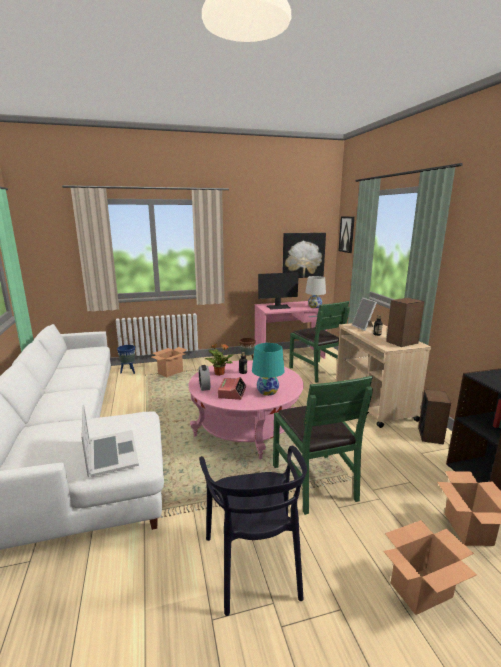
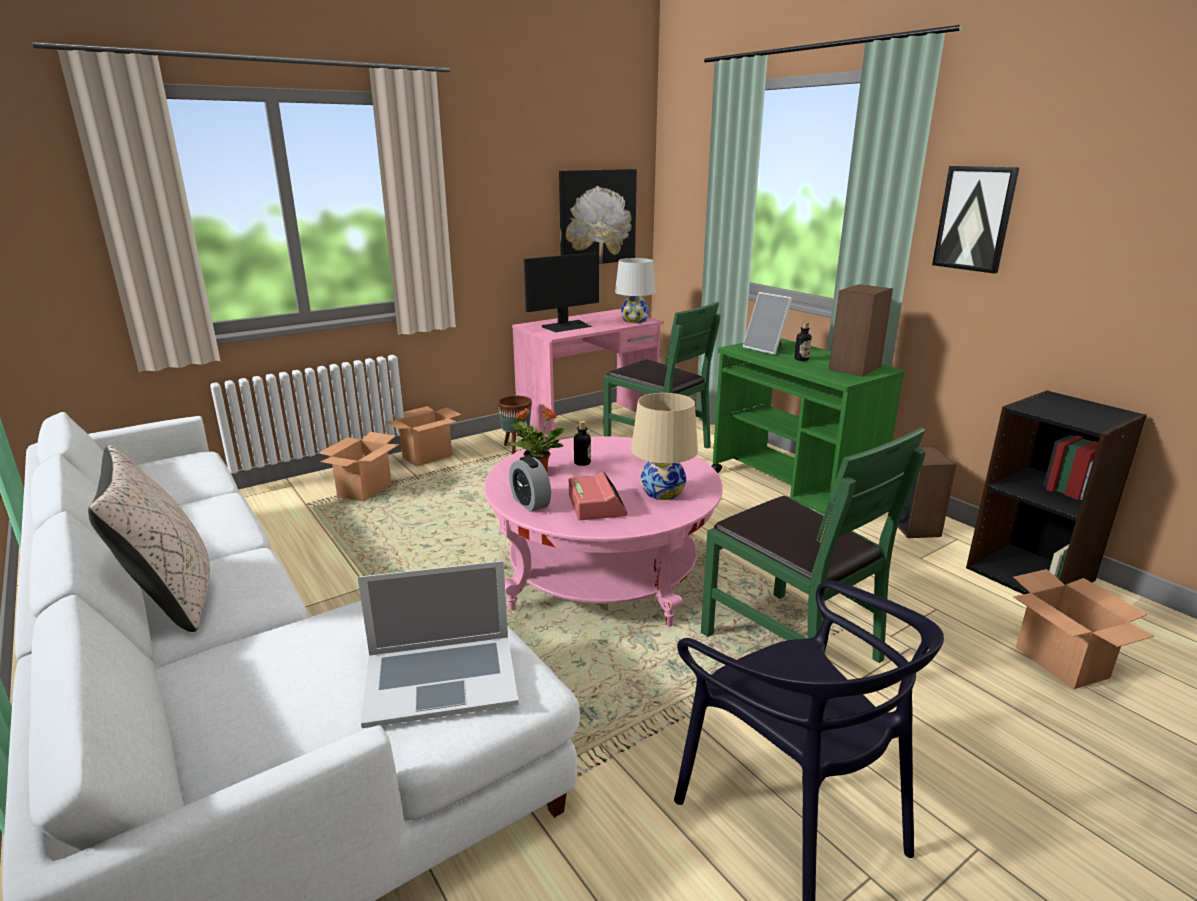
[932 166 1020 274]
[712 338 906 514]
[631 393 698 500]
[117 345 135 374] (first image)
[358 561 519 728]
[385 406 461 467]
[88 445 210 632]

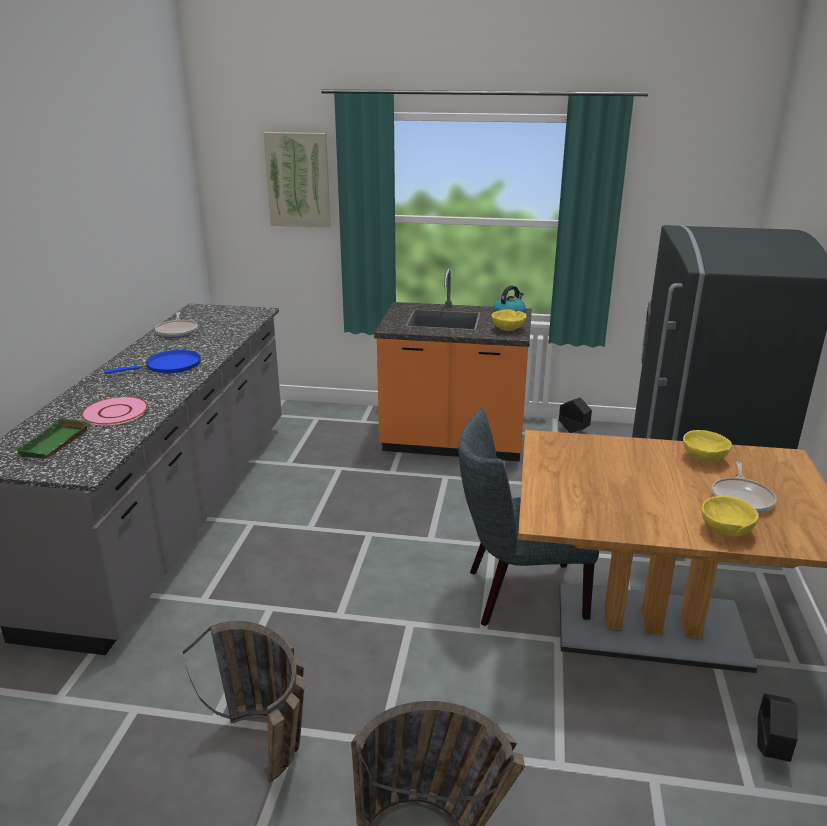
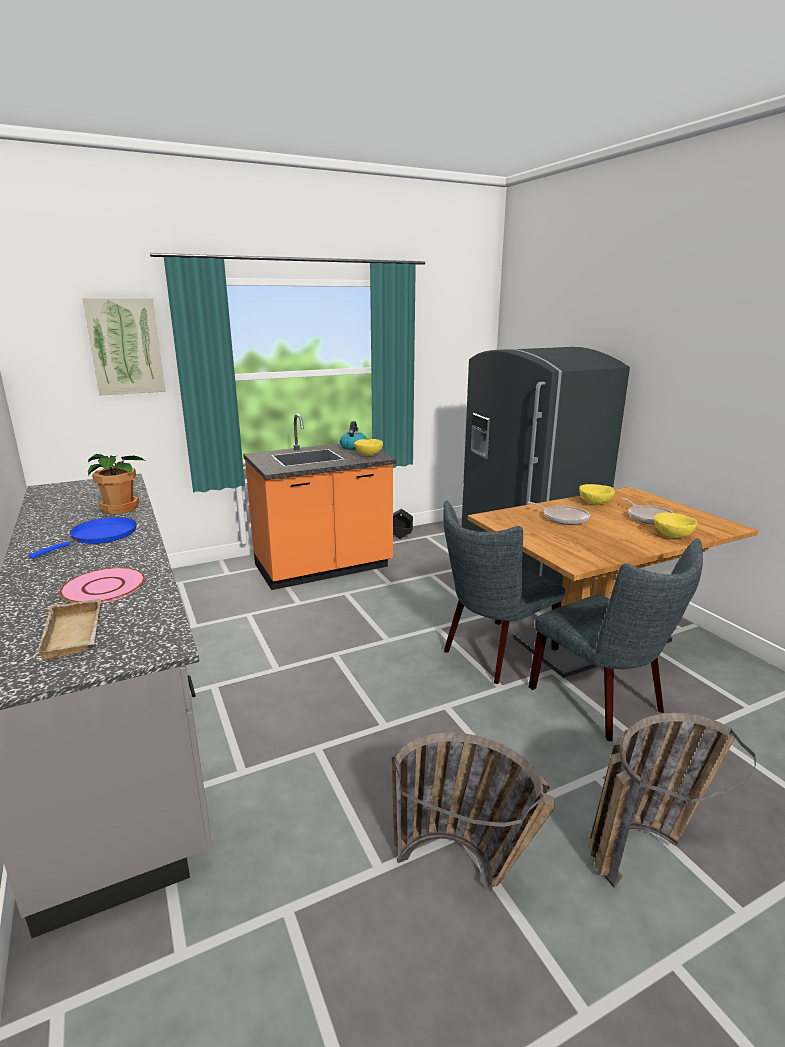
[527 502 590 525]
[36 599 101 661]
[757 693 798 762] (first image)
[88 454 147 514]
[529 538 703 741]

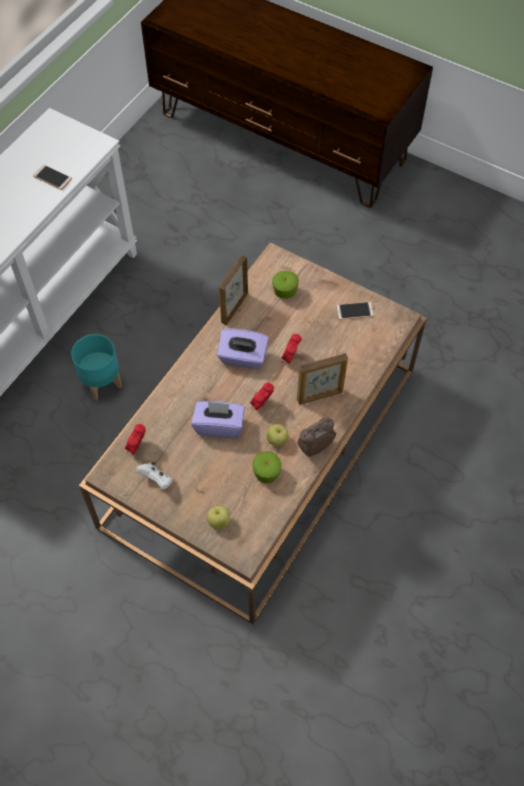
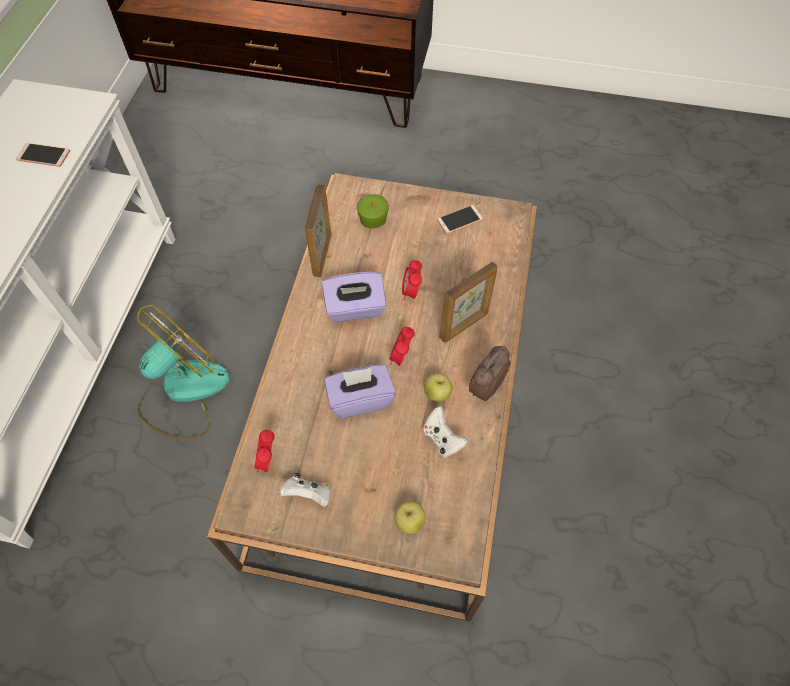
[136 304 230 438]
[423 406 468 458]

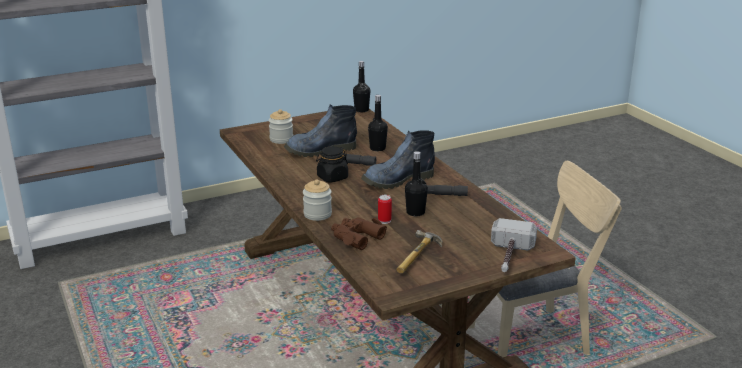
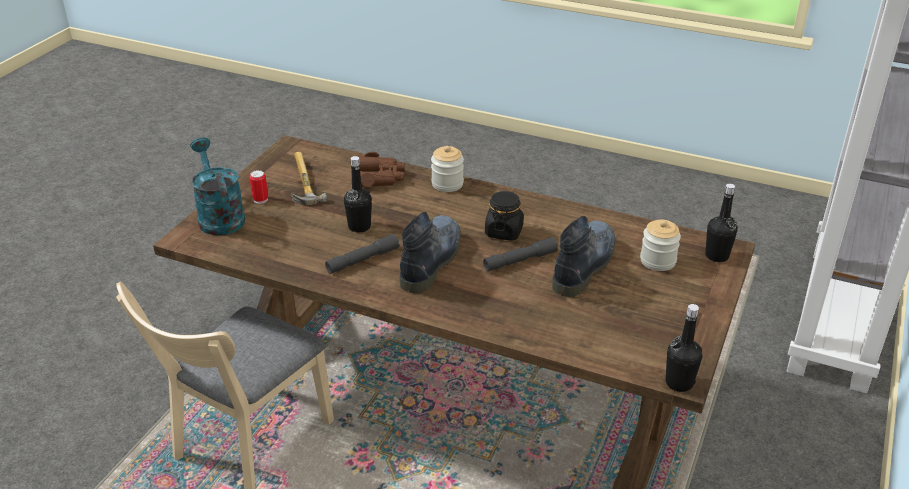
[705 184 738 262]
[250 170 268 204]
[190 137 245 235]

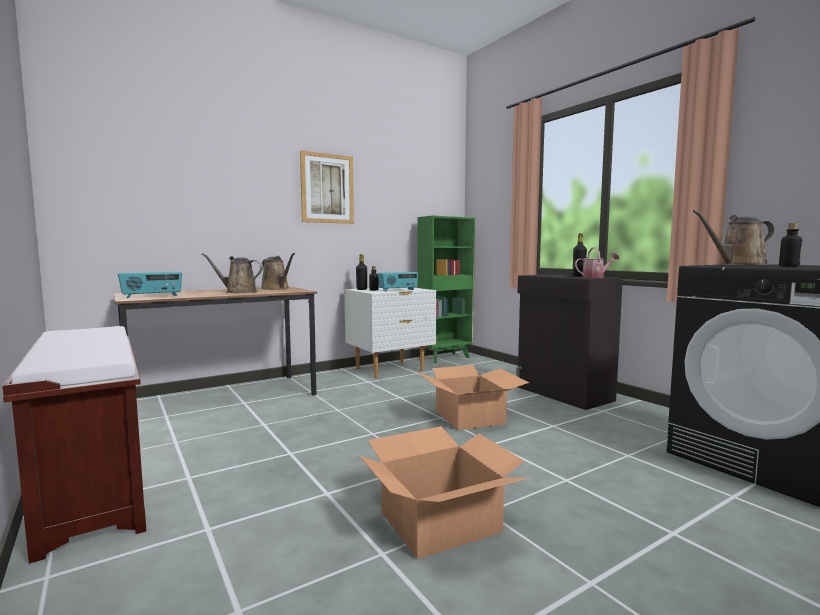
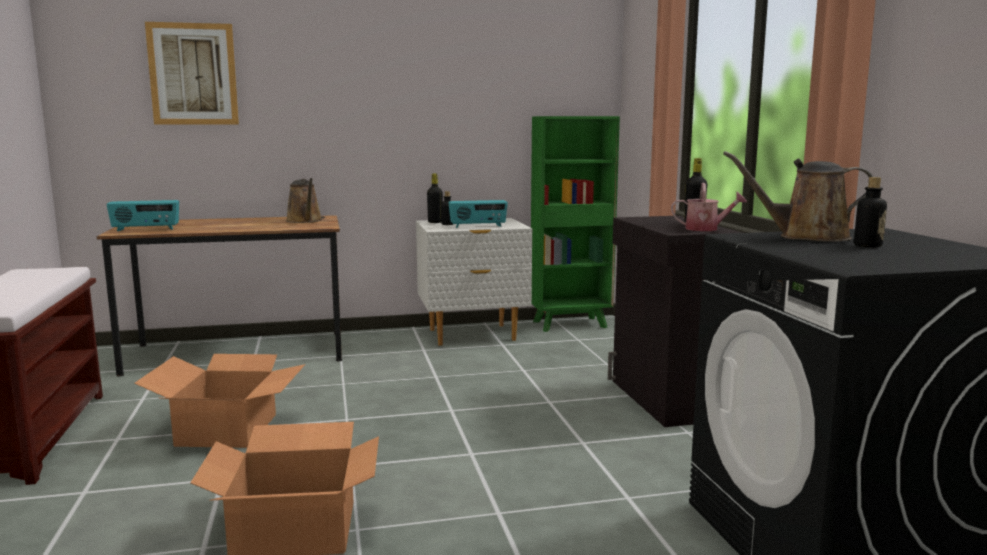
[145 22 239 124]
[202 253 263 293] (first image)
[134 354 305 448]

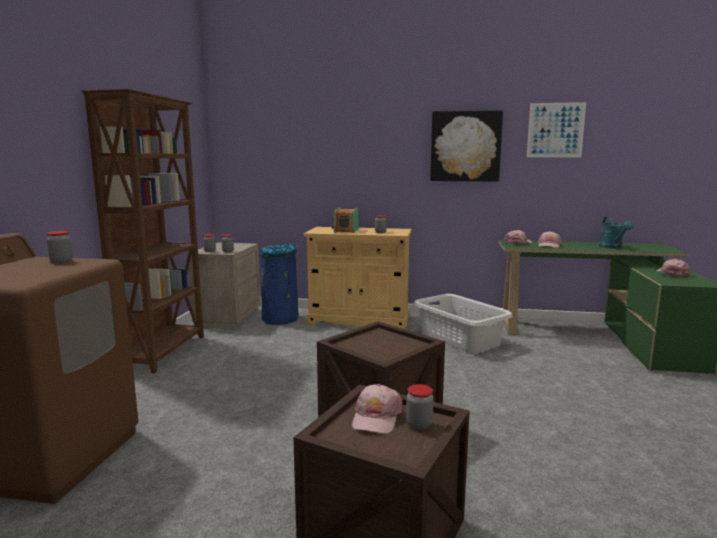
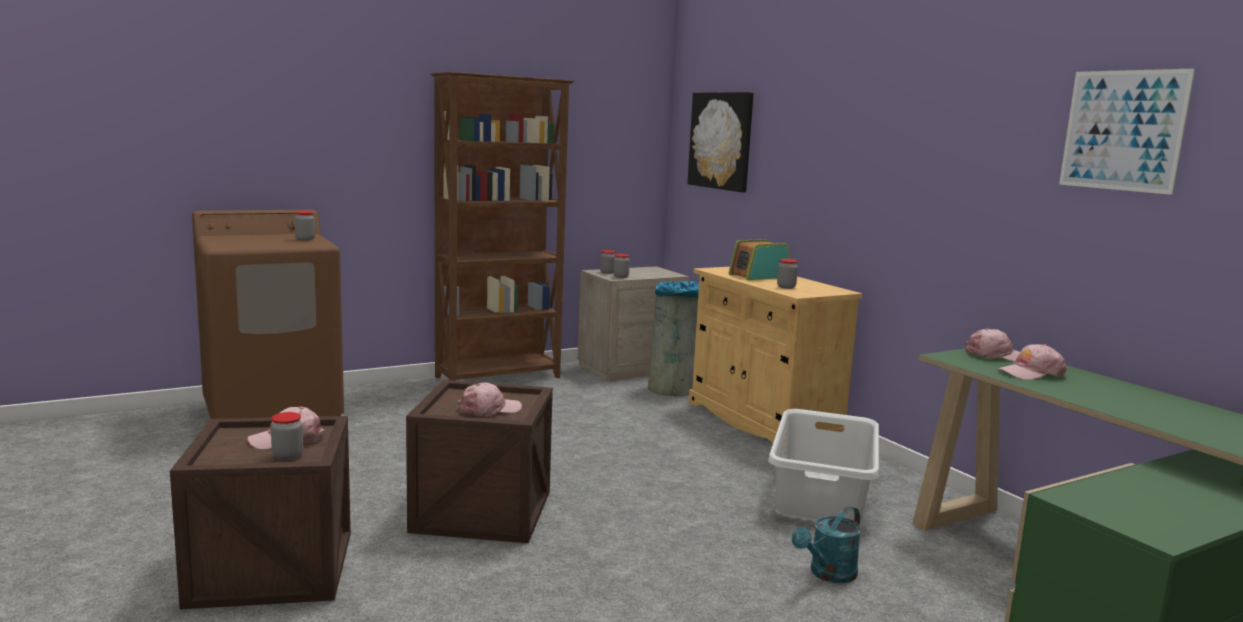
[687 92 754 192]
[792 506 861 583]
[648 281 699 396]
[457 382 522 416]

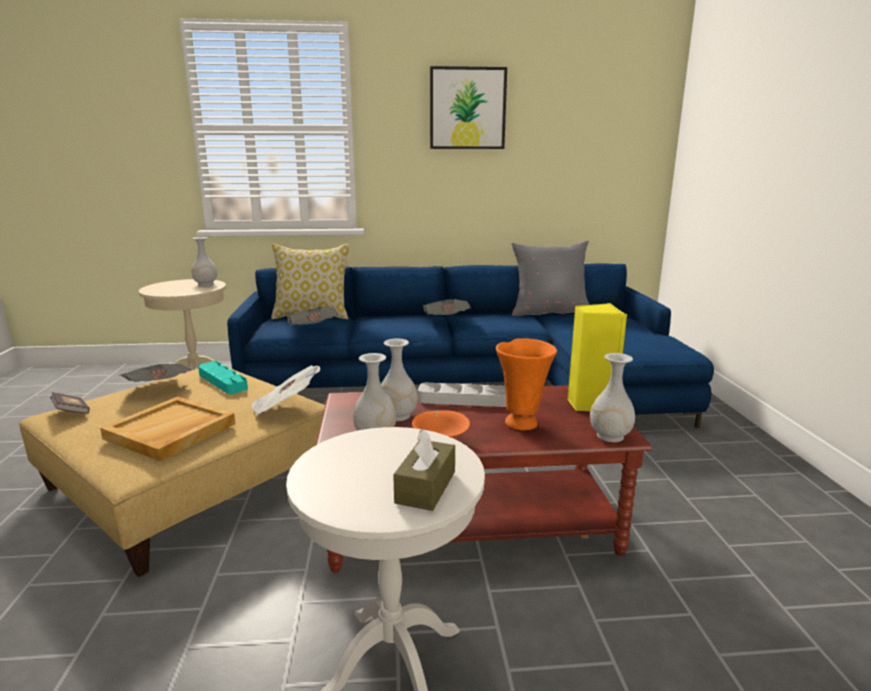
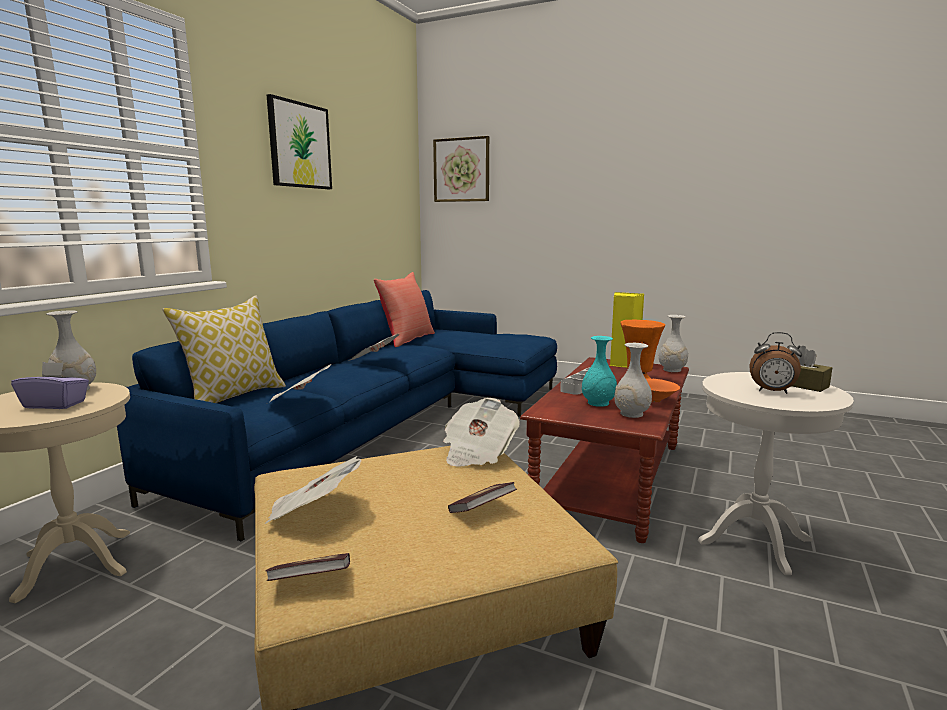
[374 272 435 347]
[582 336 617 407]
[198 361 248 394] (first image)
[448 482 517 513]
[433 136 489 202]
[750 332 802 394]
[11 362 89 409]

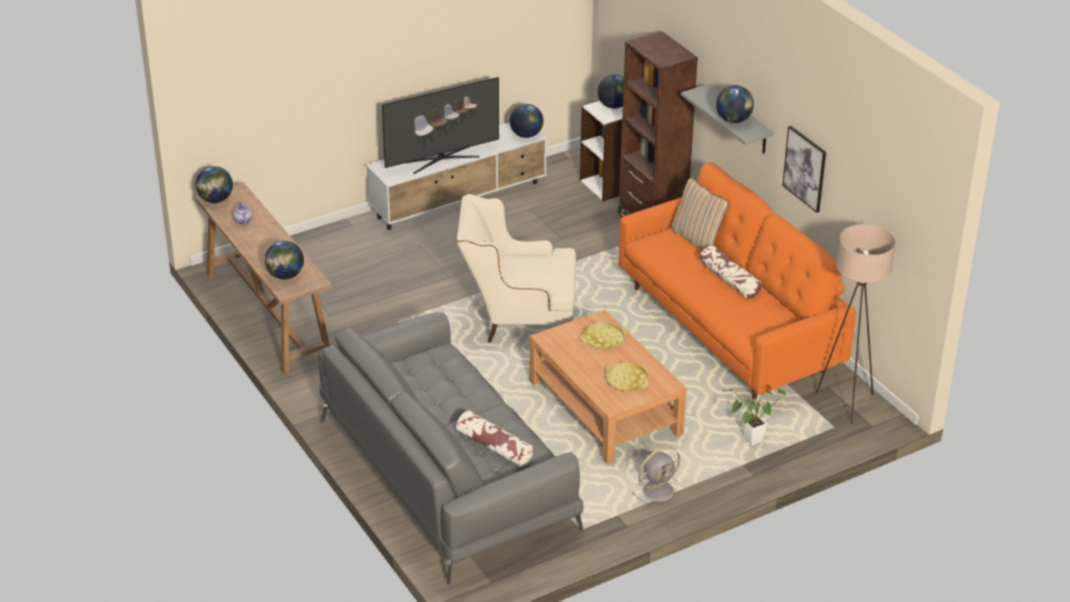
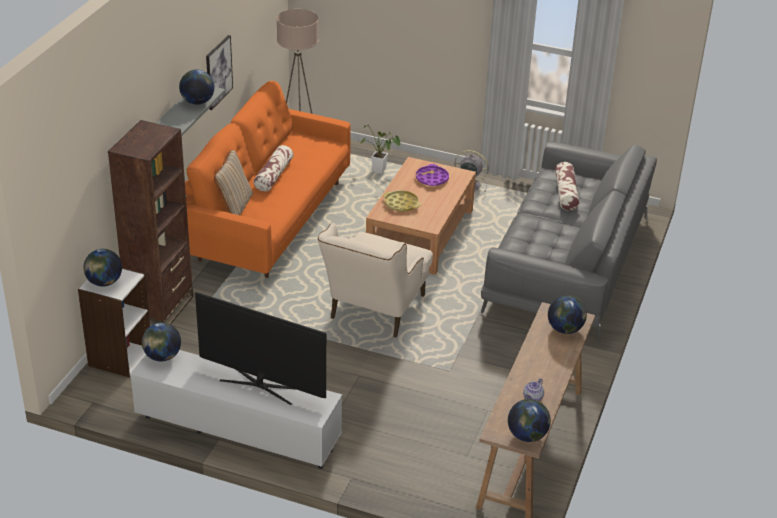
[318 223 433 338]
[416 164 449 186]

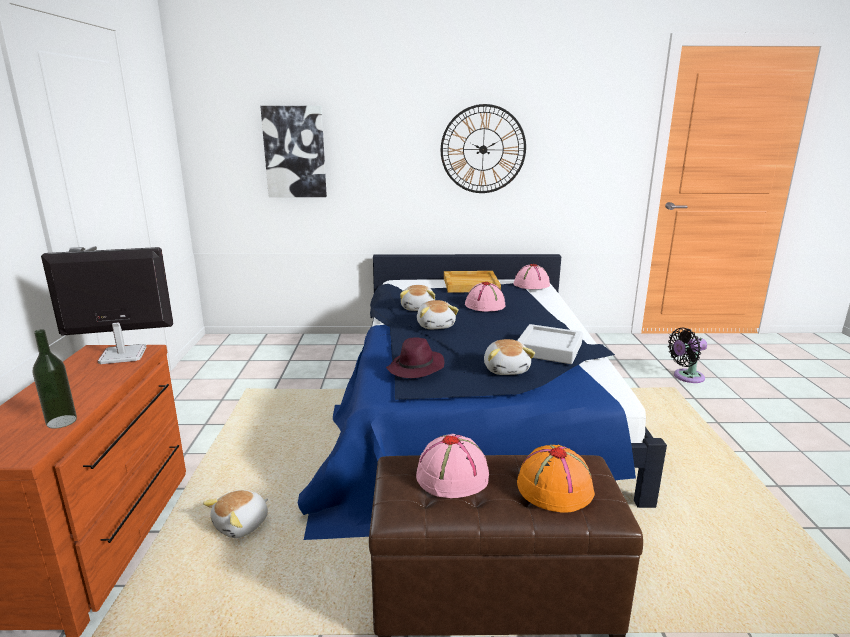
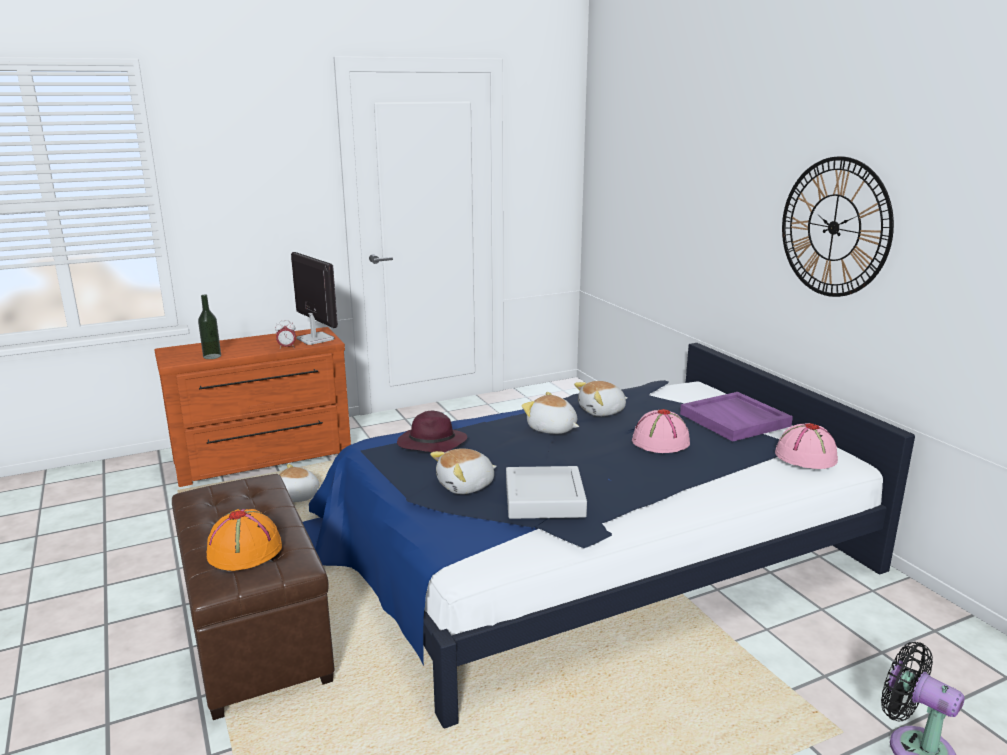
[260 106 327 197] (first image)
[680 392 793 442]
[522 392 579 434]
[416 434 489 498] (first image)
[275 320 296 348]

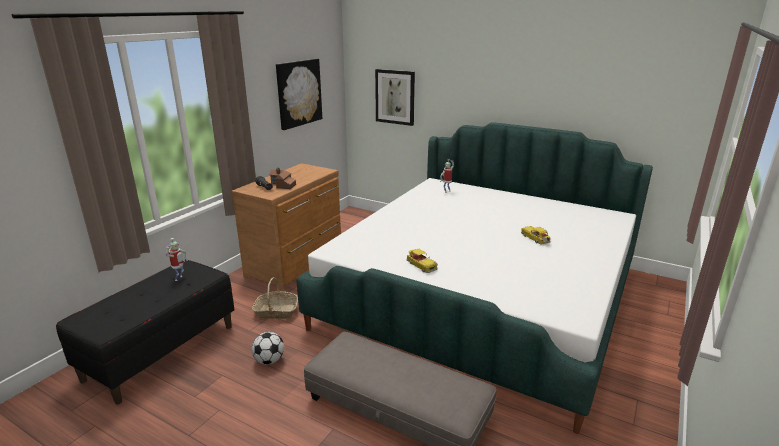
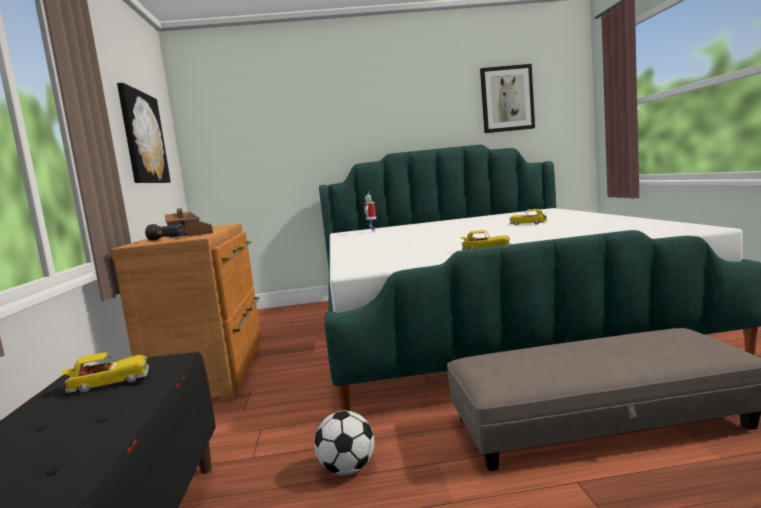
[480 64 535 133]
[61 352 149 393]
[252 277 298 319] (first image)

